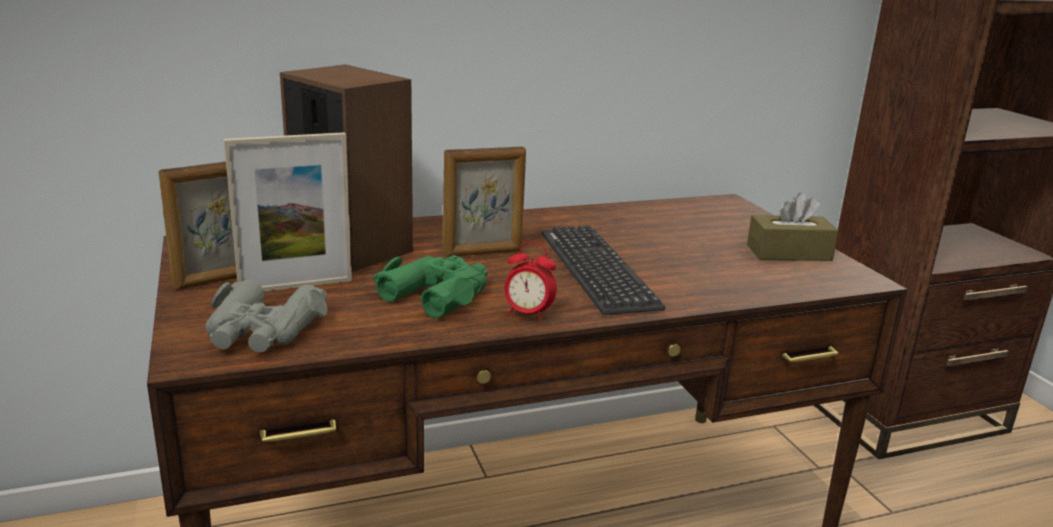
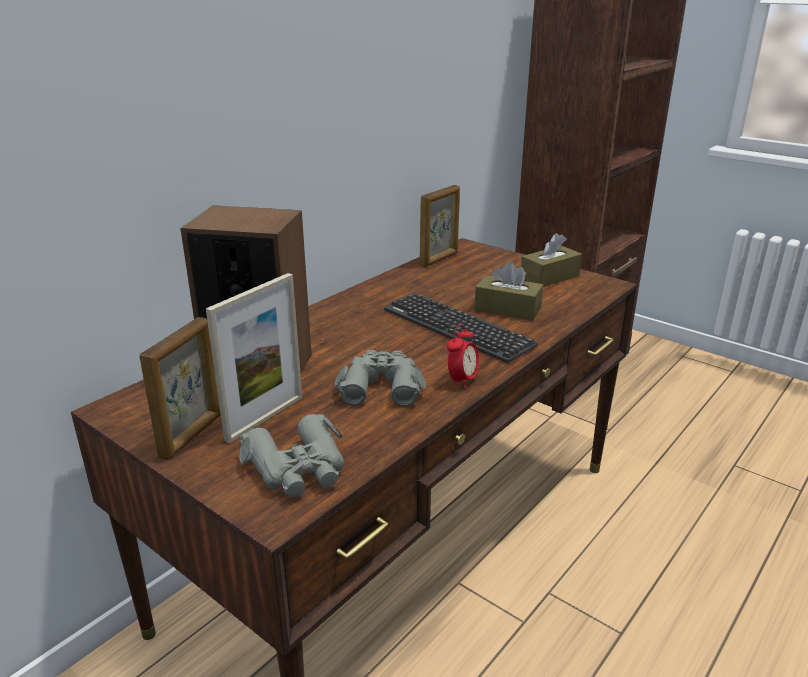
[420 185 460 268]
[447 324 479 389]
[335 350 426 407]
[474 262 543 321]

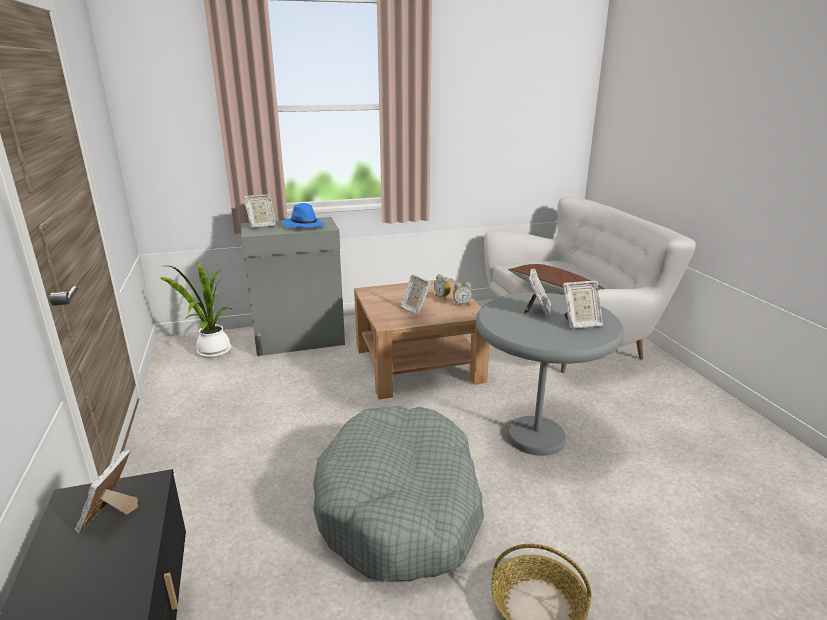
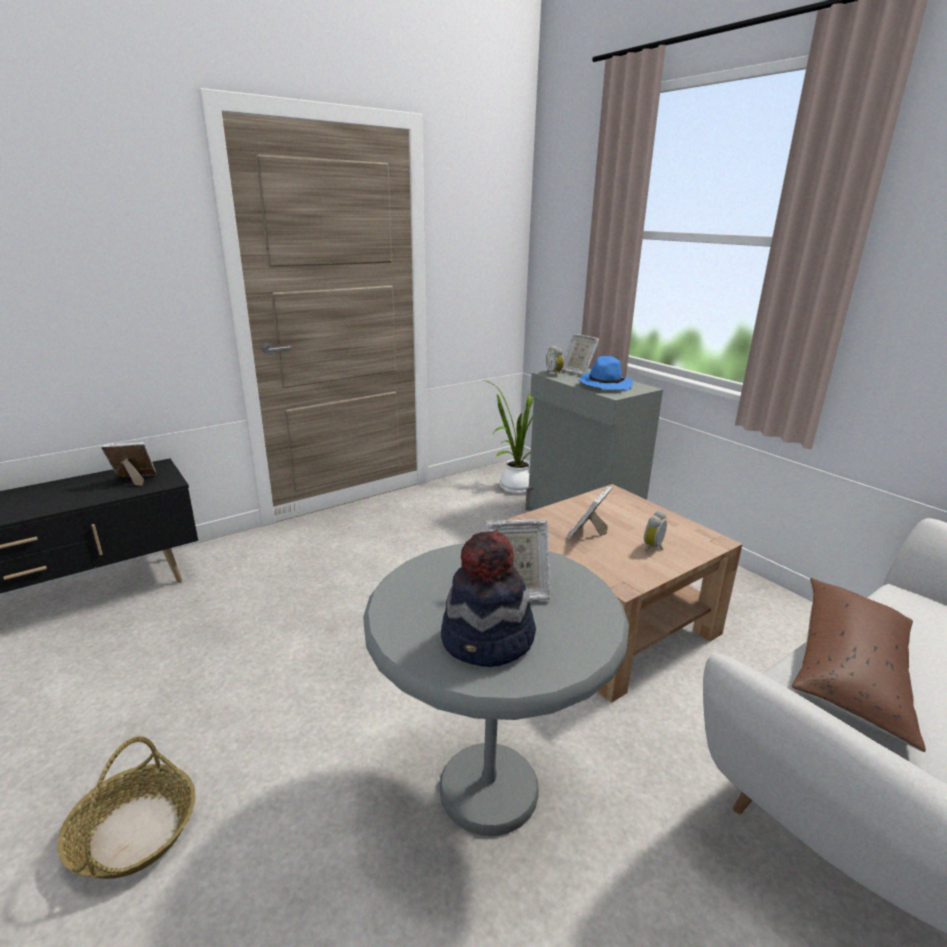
[441 530 536 667]
[546 345 564 376]
[313 406 484 581] (first image)

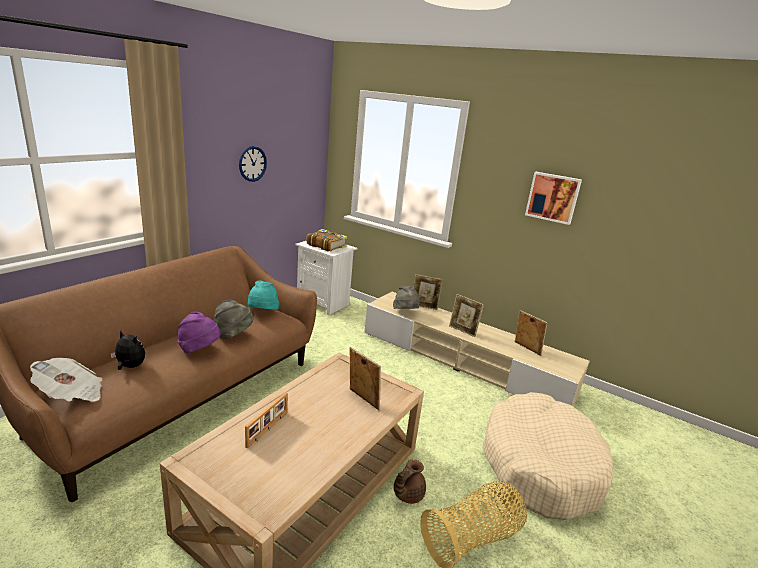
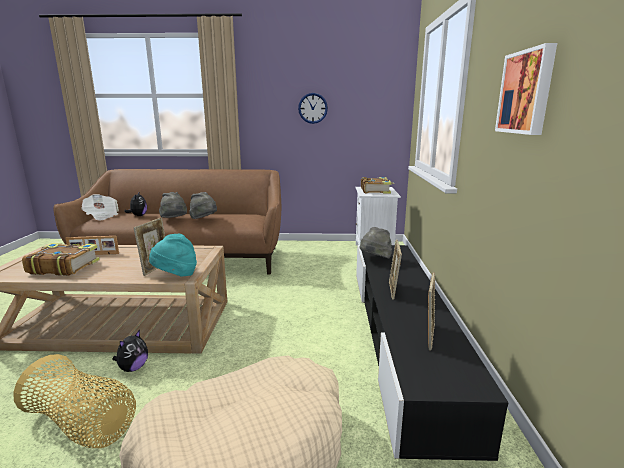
[413 274 443 310] (first image)
[149 234 197 276]
[356 245 509 461]
[159 192 187 218]
[112 330 148 372]
[22 243 100 276]

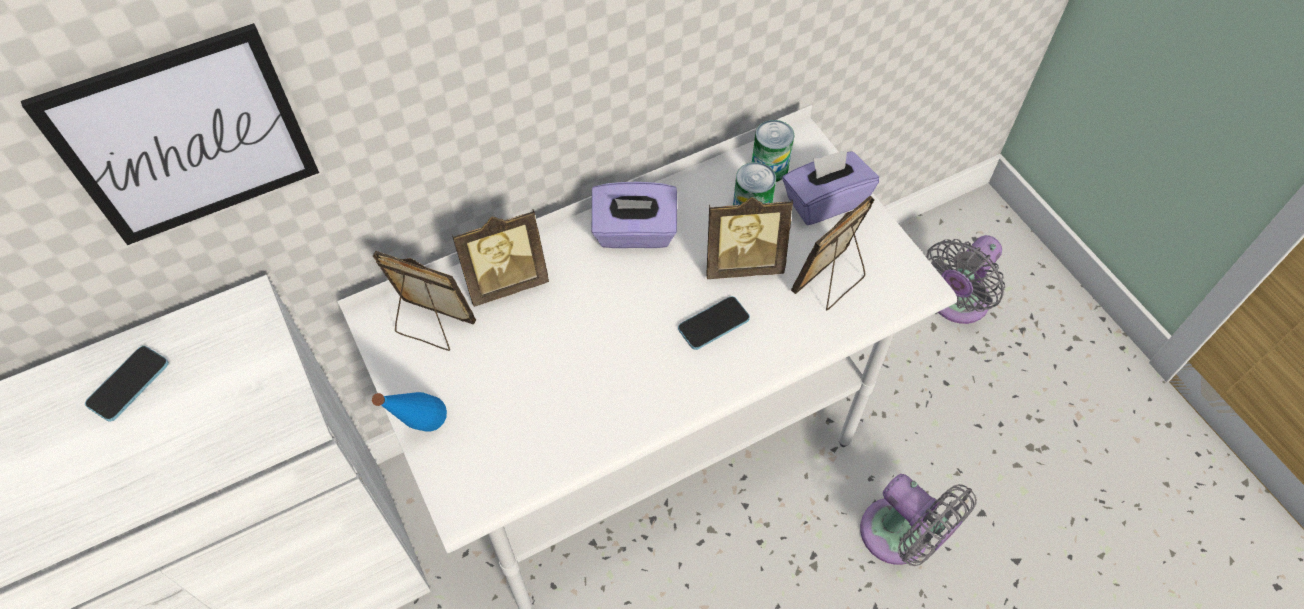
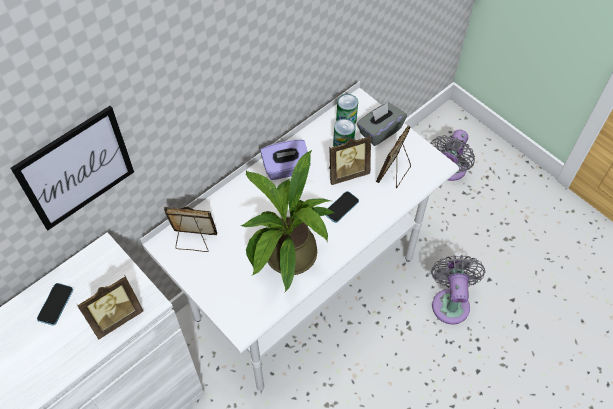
[357 103 407 146]
[77 275 143 339]
[372 392 447 432] (first image)
[431 255 485 325]
[241 150 334 292]

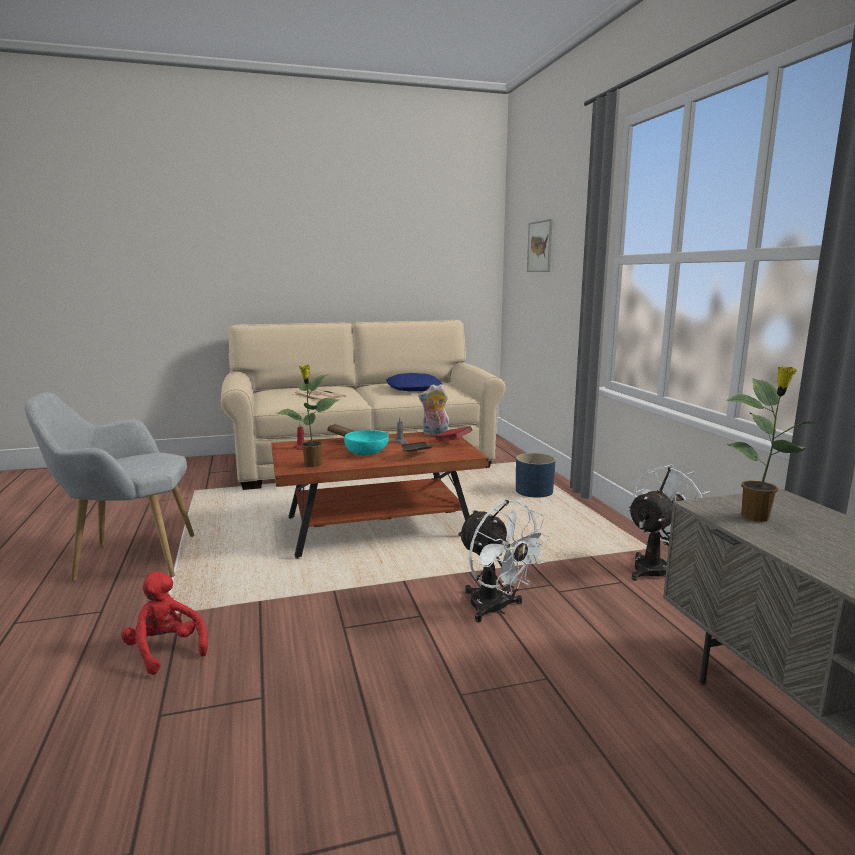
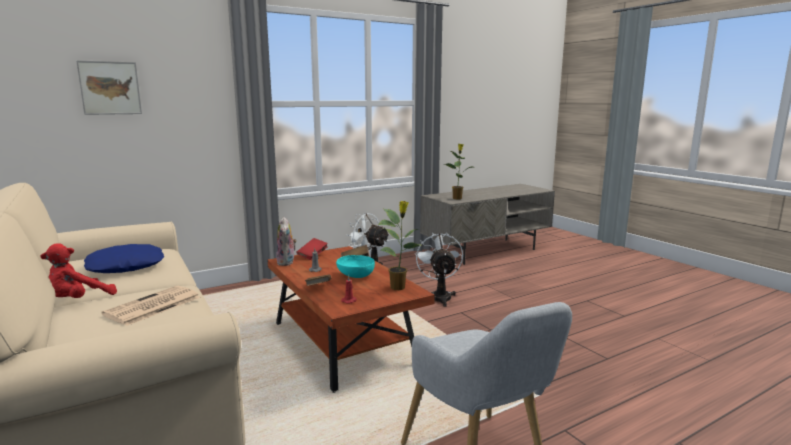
[516 453 556 498] (first image)
[415 232 463 307]
[40 243 117 298]

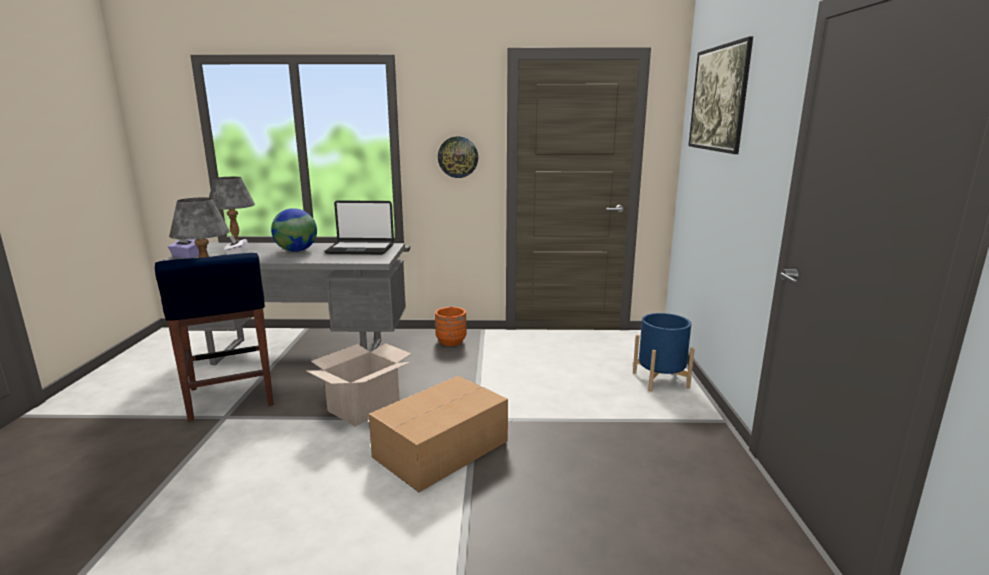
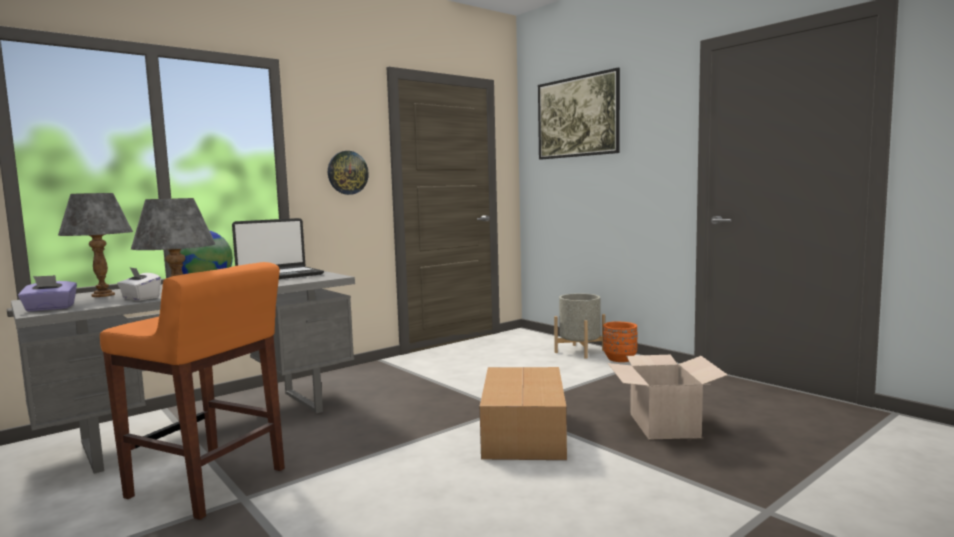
[100 262 285 520]
[603 322 637 362]
[554 293 605 359]
[608 355 728 440]

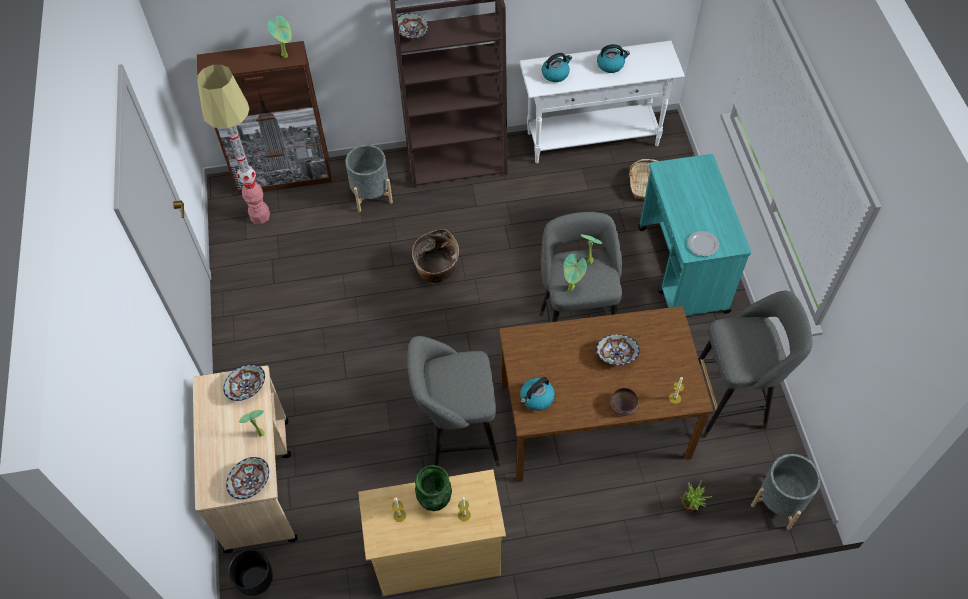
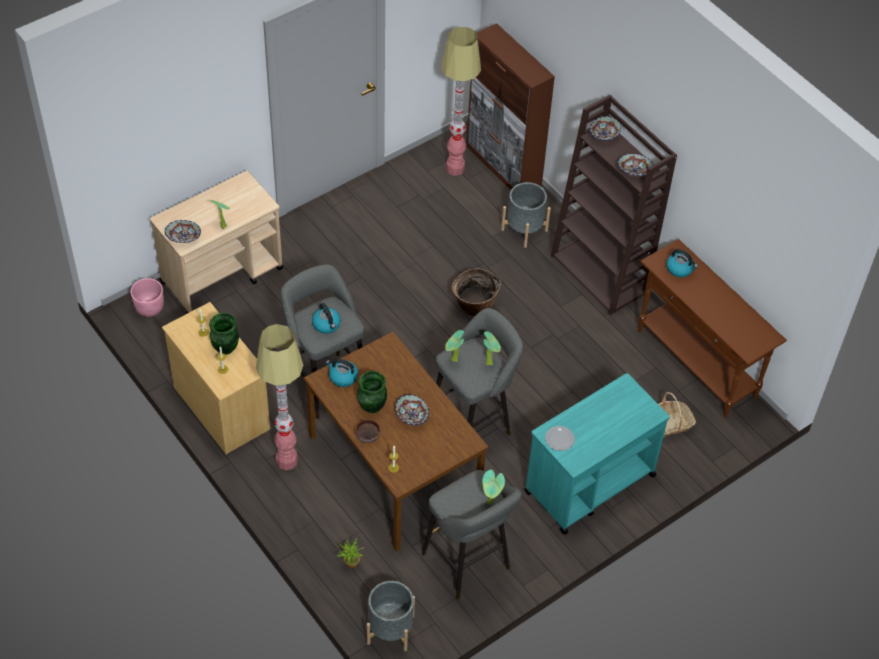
[483 470 505 505]
[638 239 787 418]
[312 303 341 334]
[617 154 654 176]
[130 278 164 317]
[256 324 303 470]
[357 371 387 413]

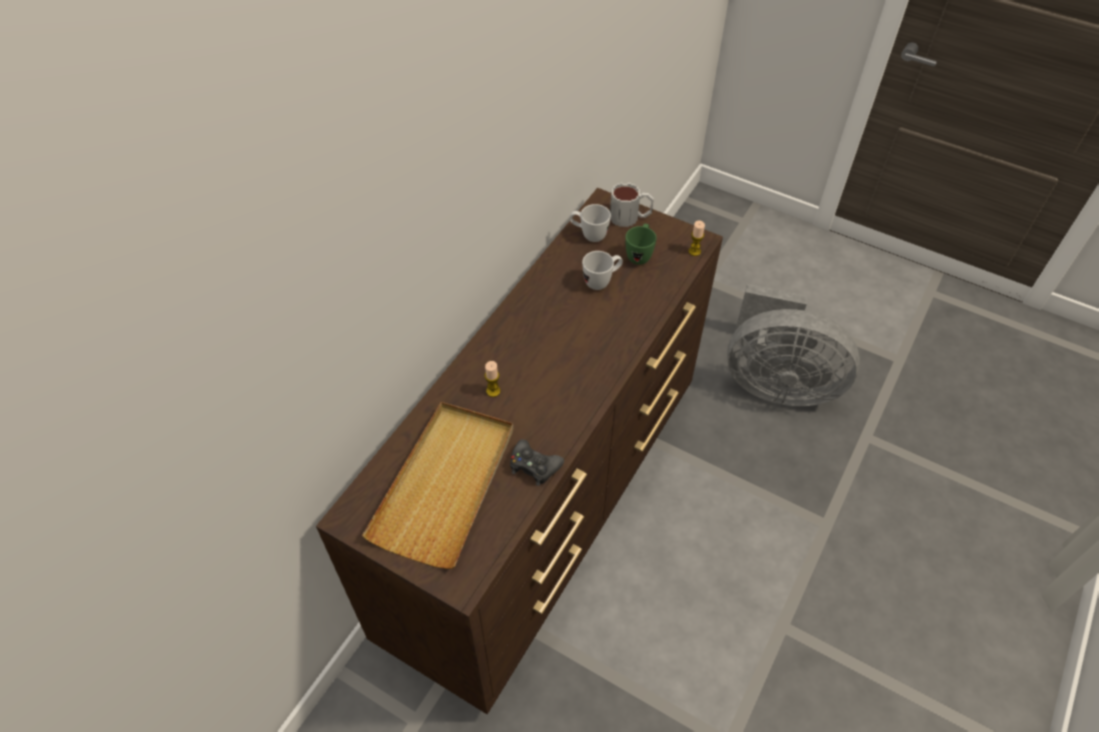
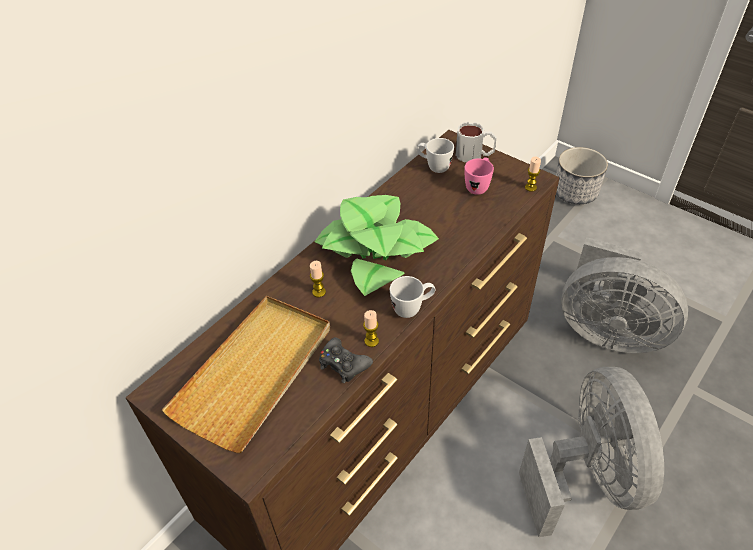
[464 157 494 195]
[390 276 435 318]
[556 147 608 204]
[314 195 439 296]
[363 310 379 347]
[519 367 664 537]

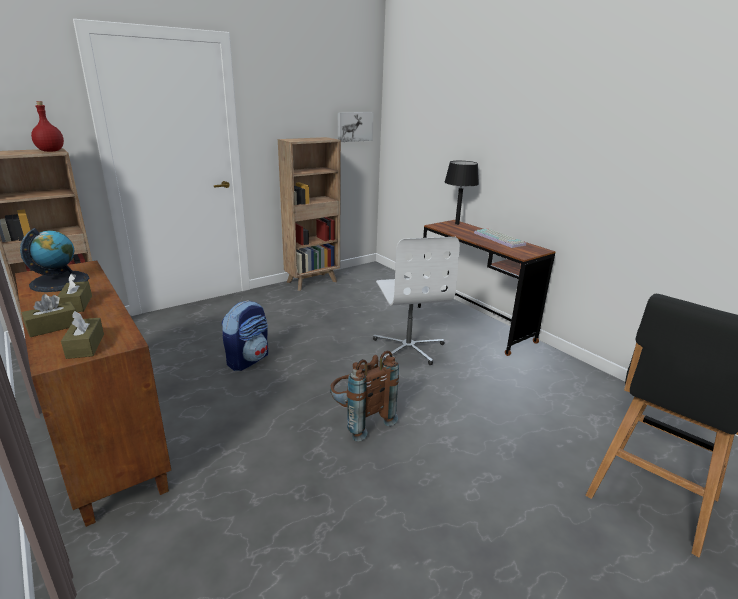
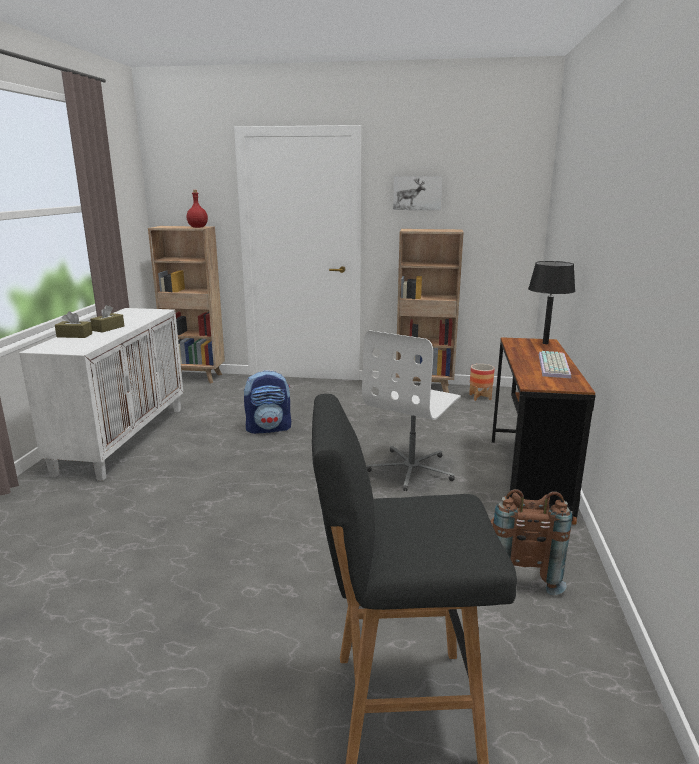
[393 176 442 210]
[20 228 89 292] (first image)
[19 308 183 481]
[61 311 104 359] (first image)
[491 489 572 595]
[469 364 495 401]

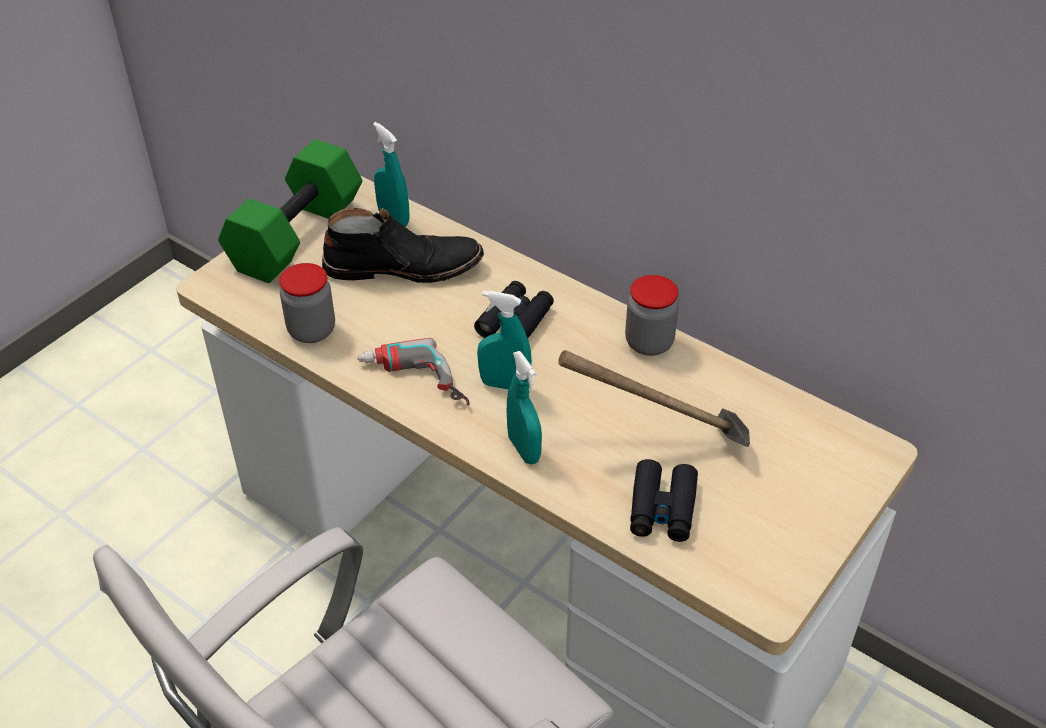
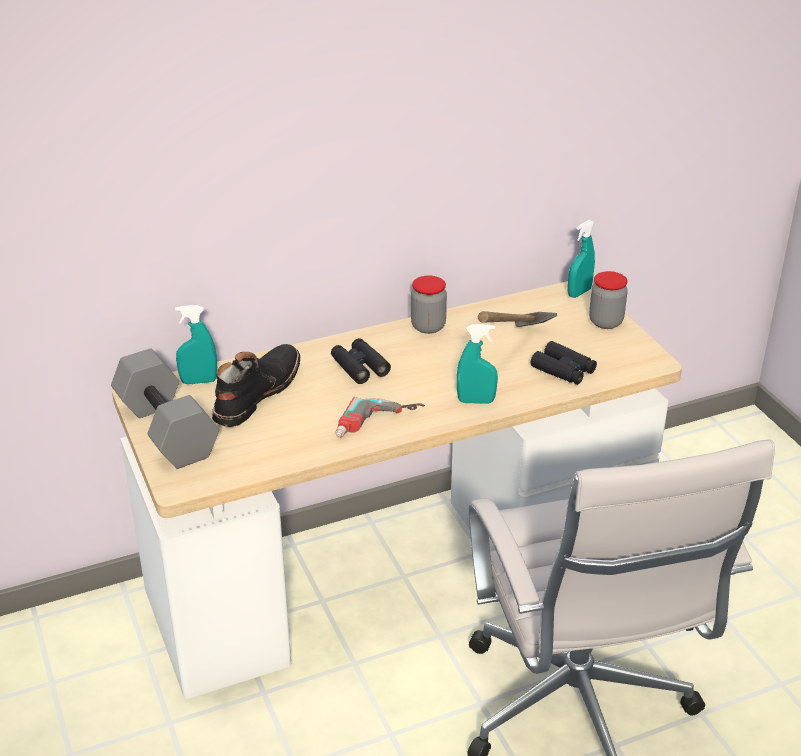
[111 349 219 469]
[589 271 628 329]
[568 220 595 298]

